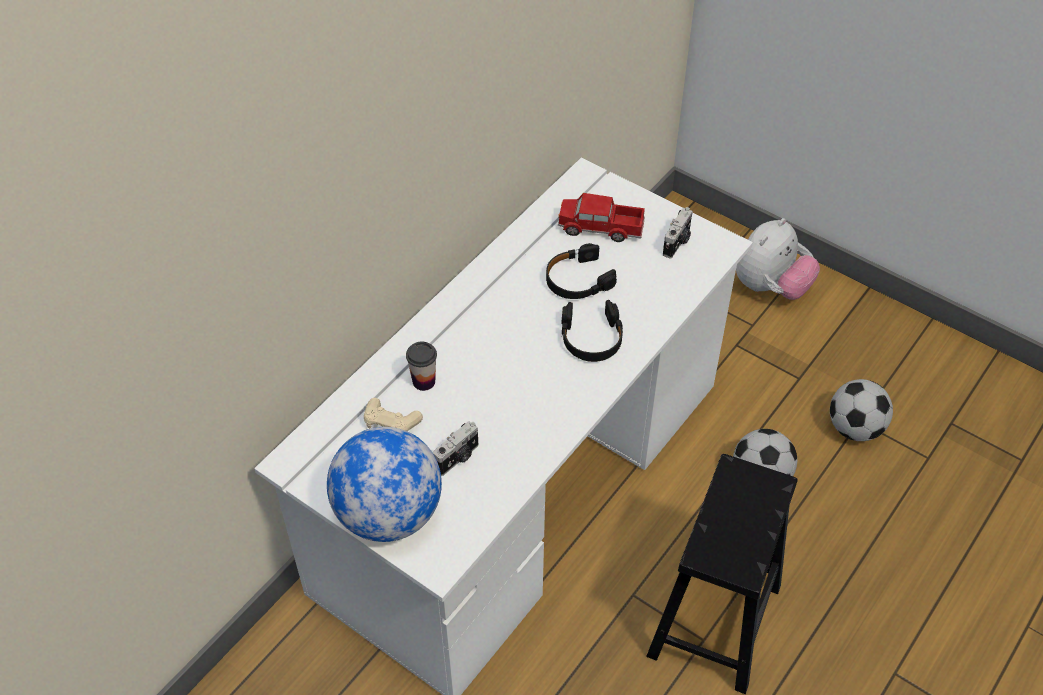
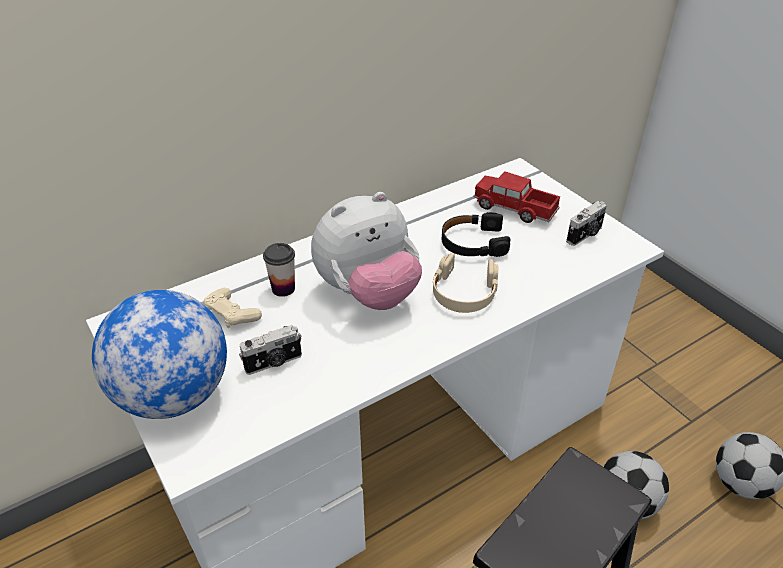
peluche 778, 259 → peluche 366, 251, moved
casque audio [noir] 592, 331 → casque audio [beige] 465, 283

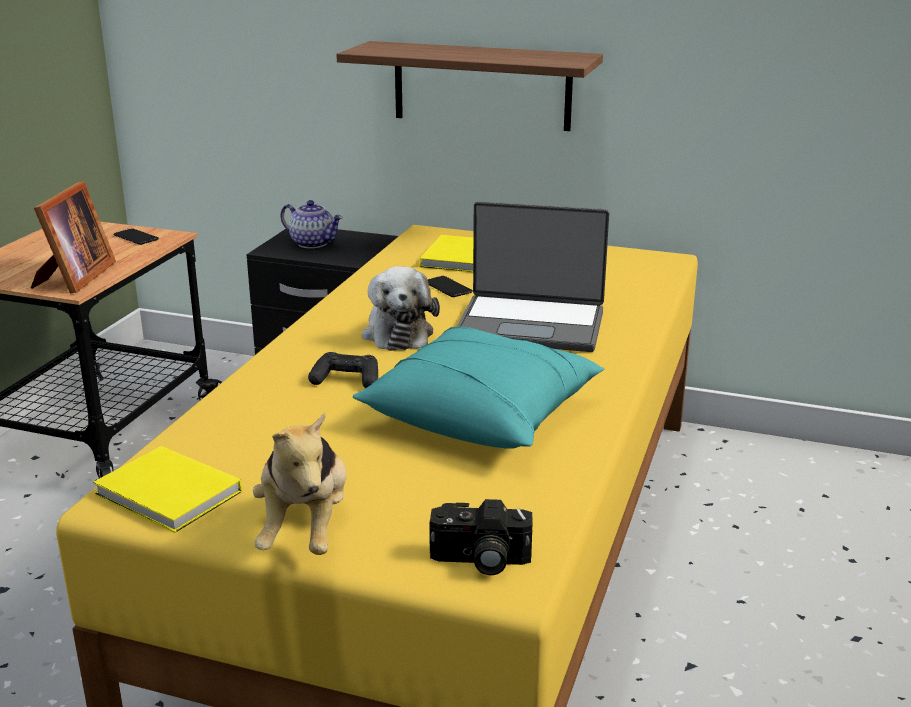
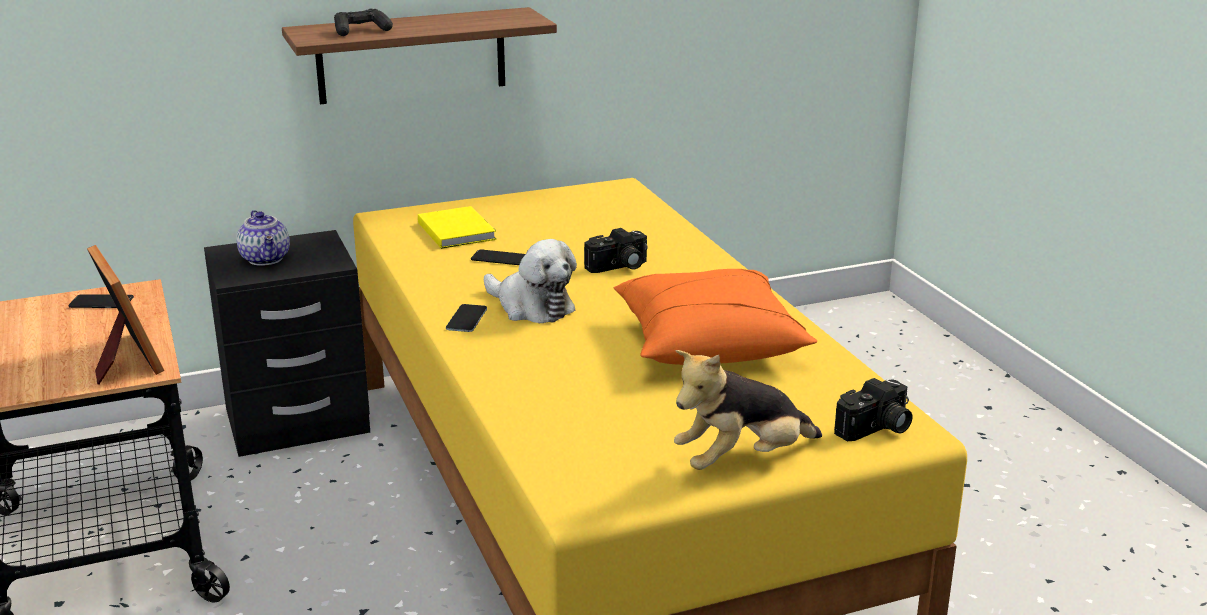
théière 311, 224 → théière 263, 238, 75 degrees clockwise
manette [noir] 343, 370 → manette [noir] 363, 22, moved
- → téléphone 466, 318
ordinateur portable 533, 276 → appareil photo 616, 250
coussin [turquoise] 479, 387 → coussin [orange] 715, 317
peluche 300, 483 → peluche 748, 410, 105 degrees clockwise
livre [jaune] 167, 489 → -

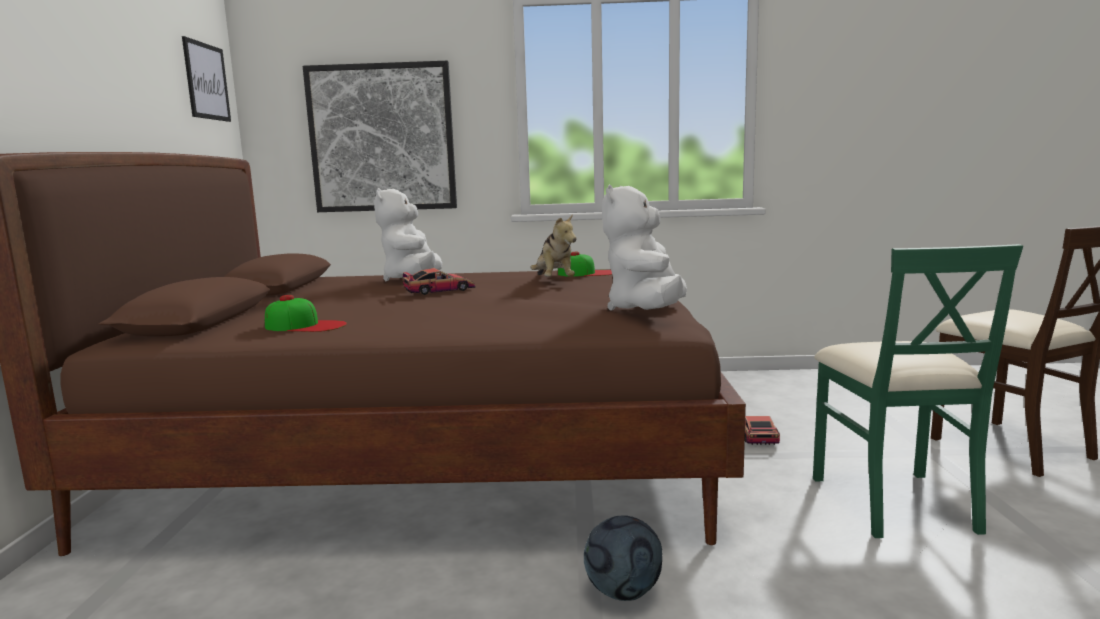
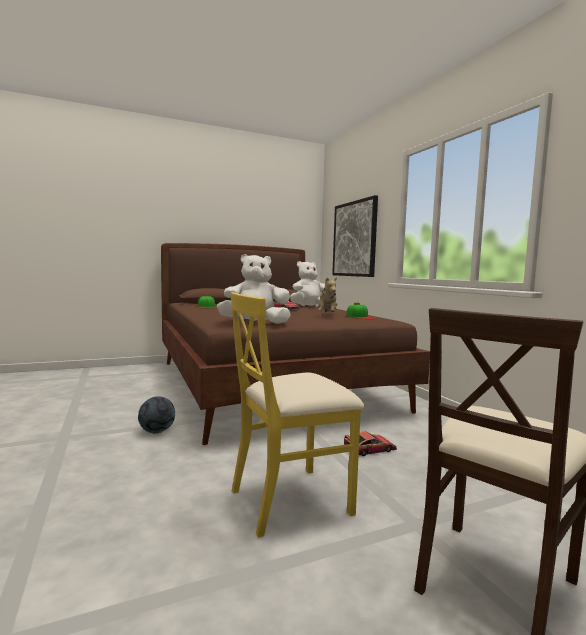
chaise [vert] 918, 391 → chaise [jaune] 297, 415
peluche 553, 245 → peluche 326, 295, 45 degrees counterclockwise
tableau 206, 79 → -

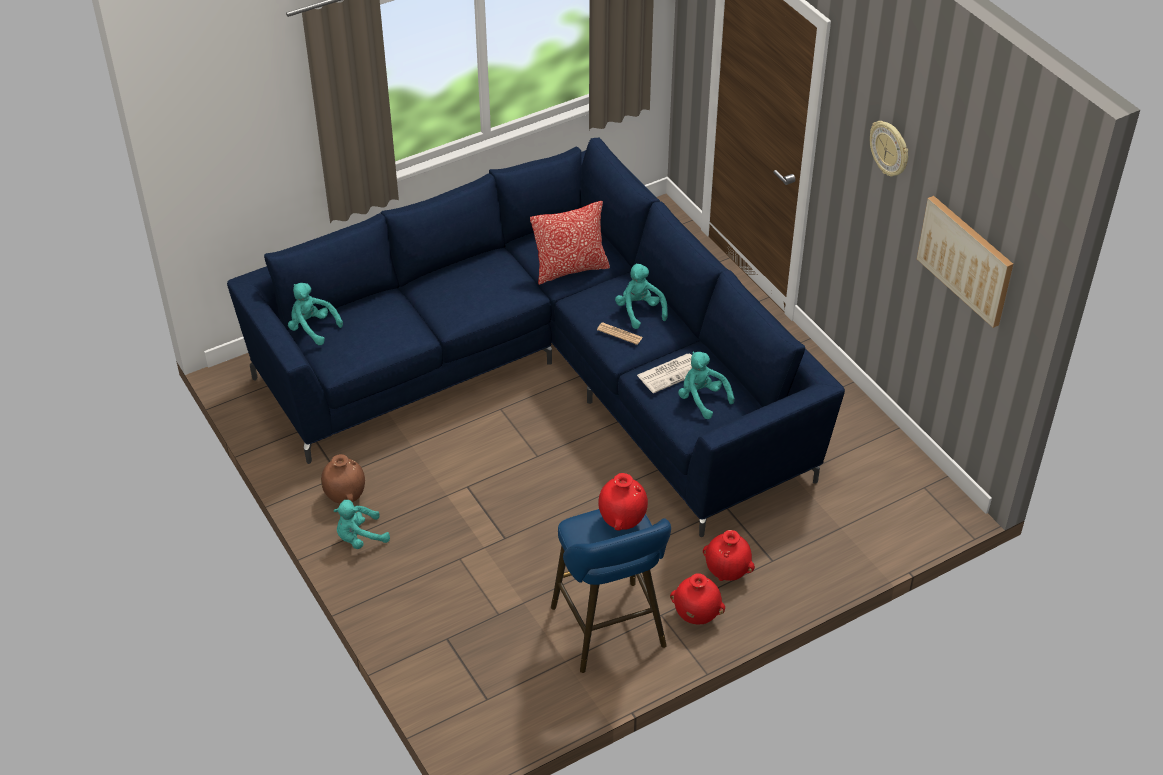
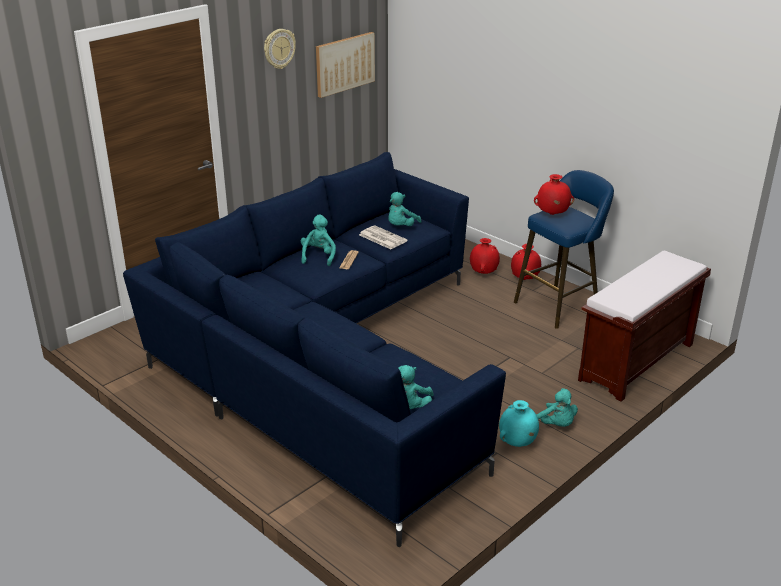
peluche [turquoise] 641, 296 → peluche [turquoise] 318, 240, 135 degrees clockwise
vase [marron] 343, 479 → vase [turquoise] 519, 423
- → banc [marron] 644, 326
coussin 570, 243 → -

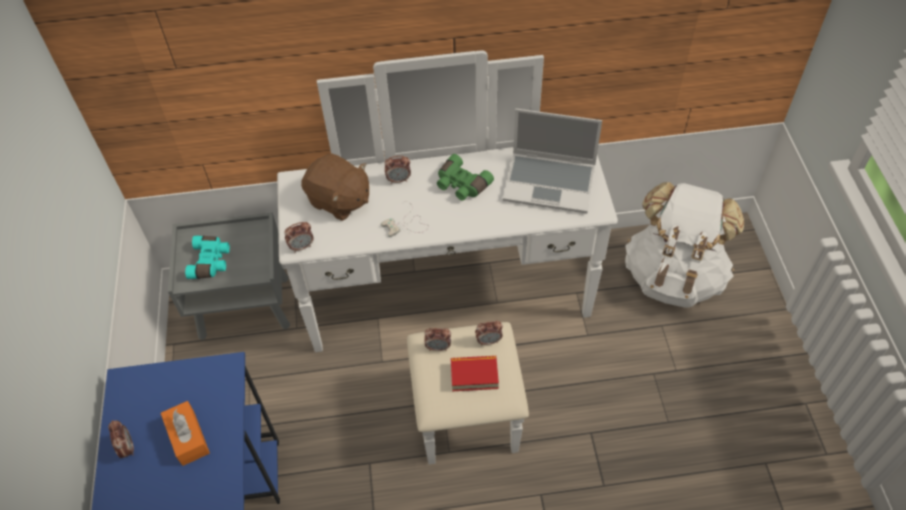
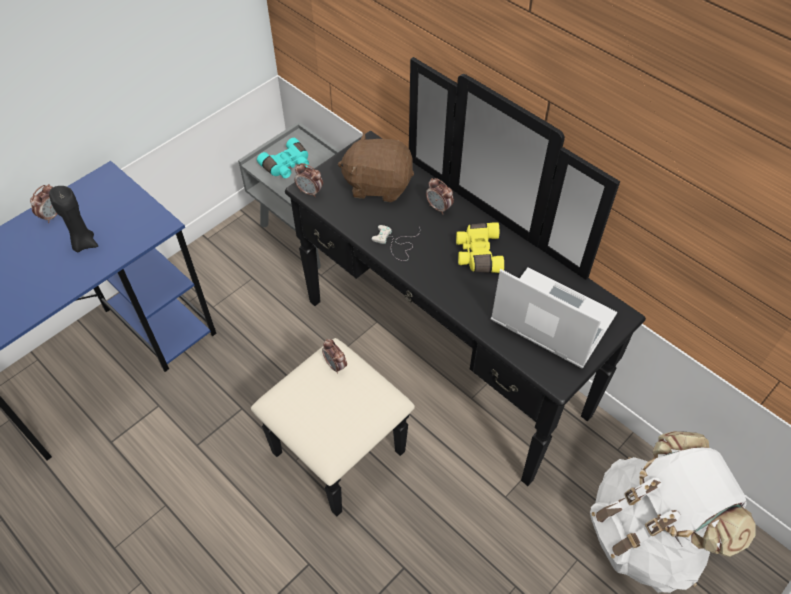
boîte à mouchoirs [orange] 185, 433 → bougie [noir] 73, 219
commode [blanc] 447, 257 → commode [noir] 448, 287
peluche [marron] 335, 187 → peluche [marron] 376, 167, 105 degrees clockwise
jumelles [vert] 465, 177 → jumelles [jaune] 480, 247
ordinateur portable 552, 161 → ordinateur portable 554, 318, 150 degrees clockwise
livre 475, 373 → -
réveil 489, 333 → -

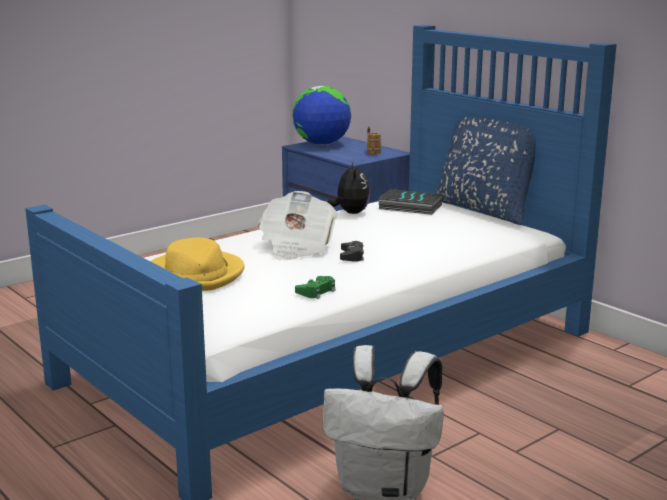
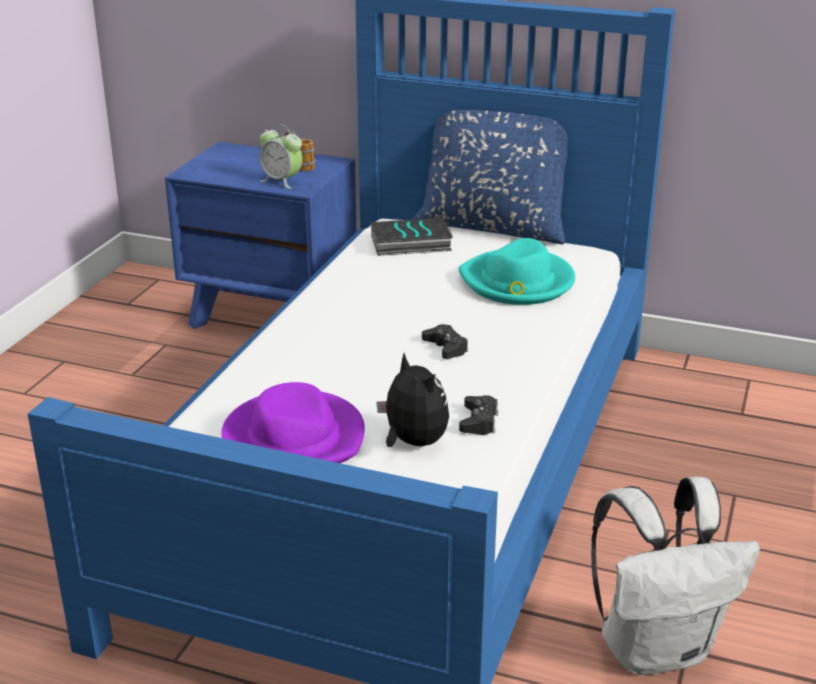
chapeau [jaune] 197, 264 → chapeau [violet] 293, 422
- → réveil 280, 156
peluche 349, 187 → peluche 413, 400, moved
- → chapeau [turquoise] 517, 271
manette [vert] 315, 287 → manette [noir] 478, 415
journal 298, 225 → -
globe 322, 115 → -

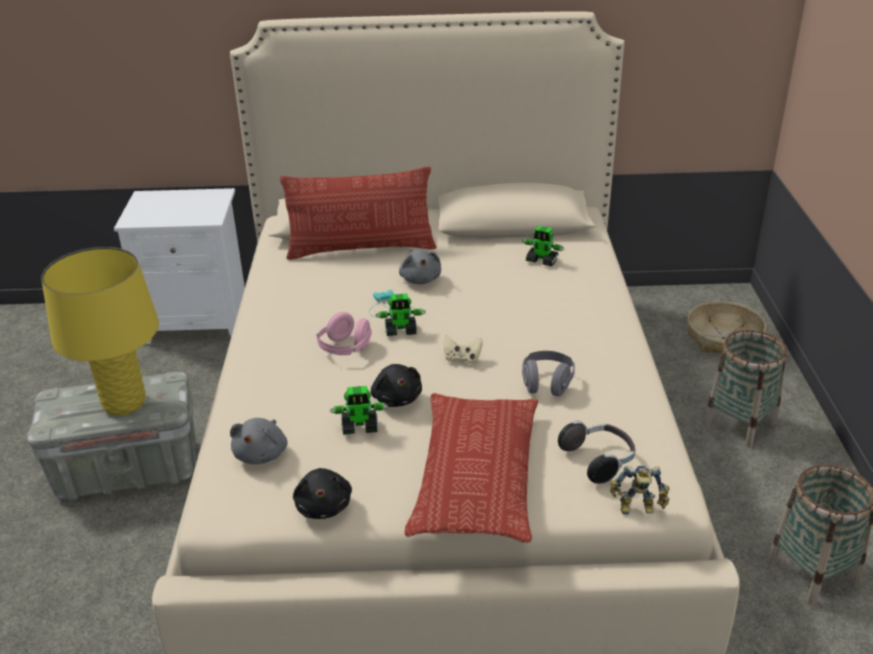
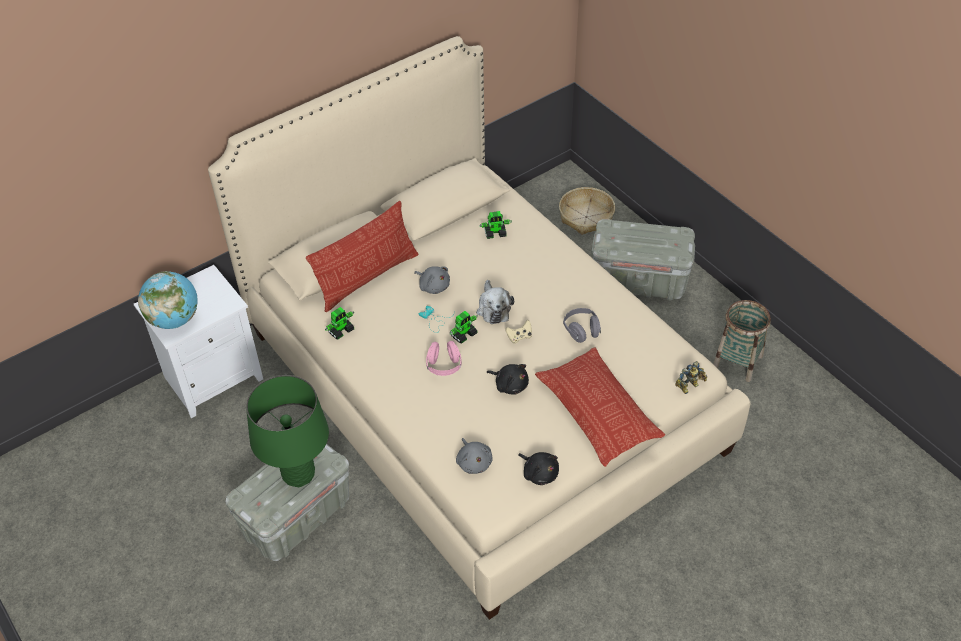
- → globe 168, 300
lampe de table [jaune] 100, 331 → lampe de table [vert] 287, 431
robot jouet 359, 410 → robot jouet 339, 323, moved
- → peluche 495, 302
panier 745, 388 → boîte de rangement [gris] 643, 259
casque audio 597, 452 → -

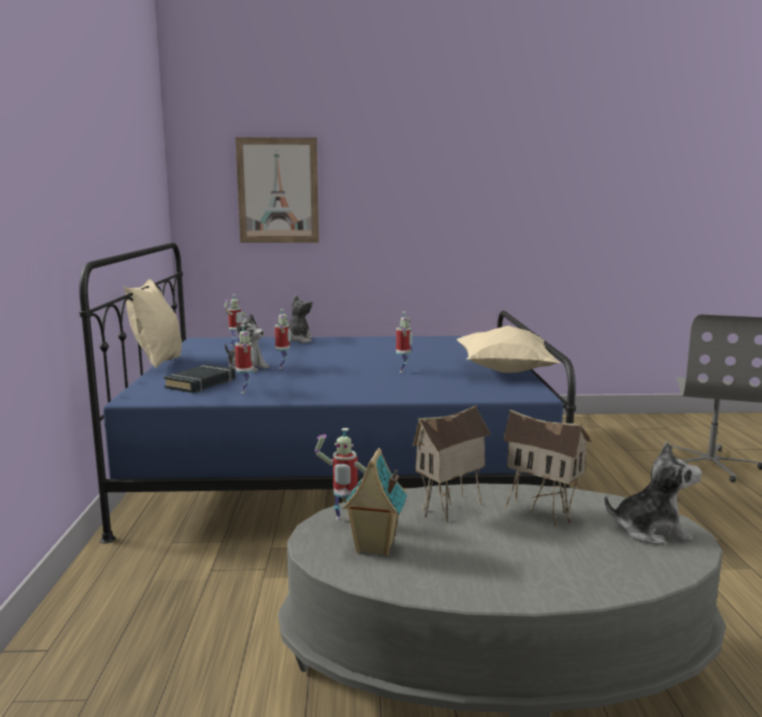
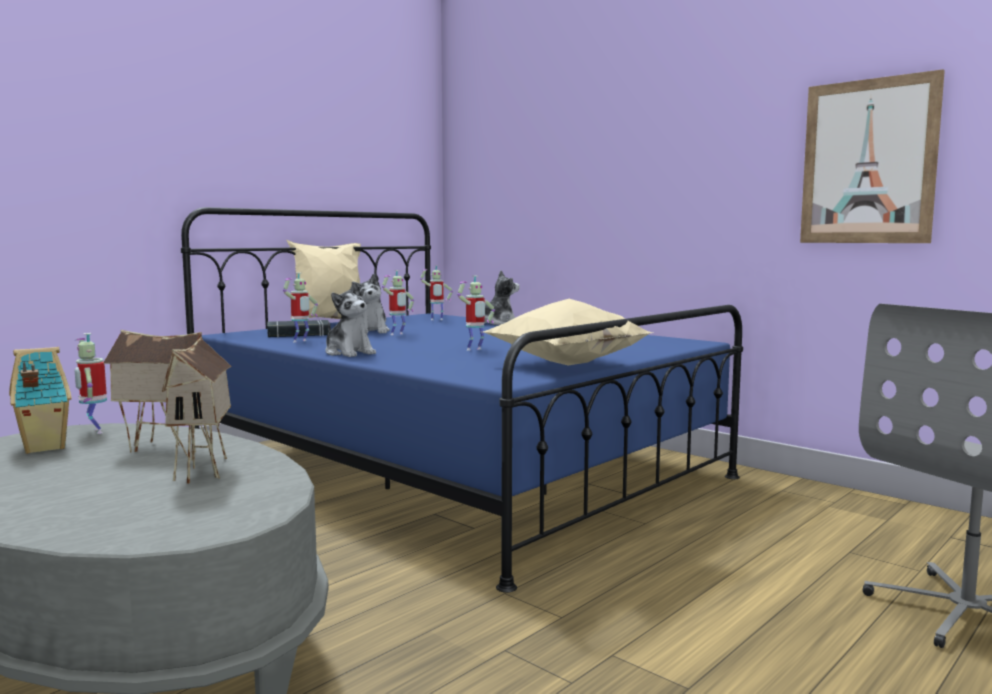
peluche 653, 493 → peluche 350, 319, moved
tableau 277, 190 → tableau 872, 156, moved

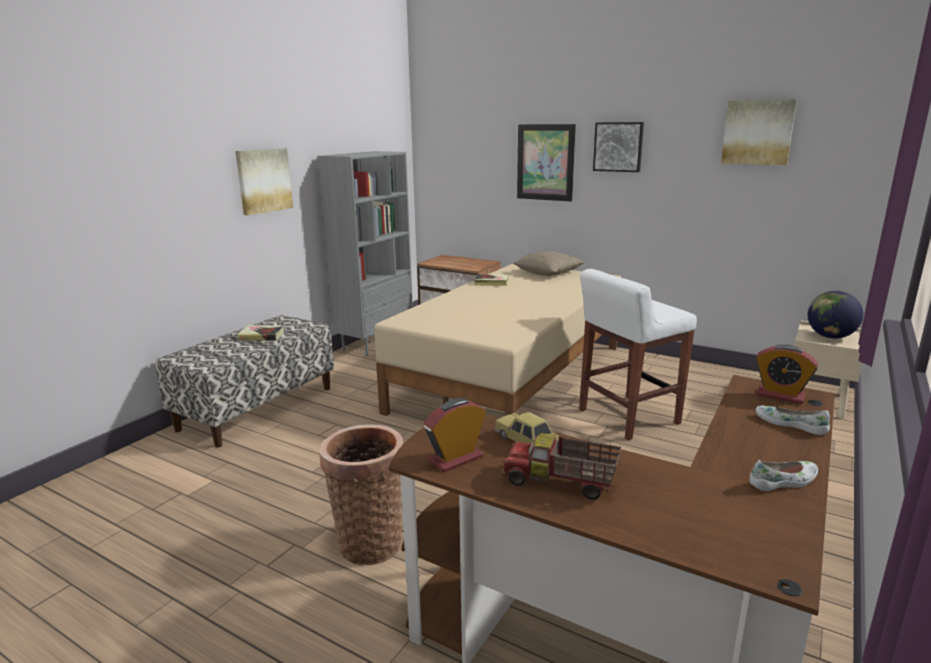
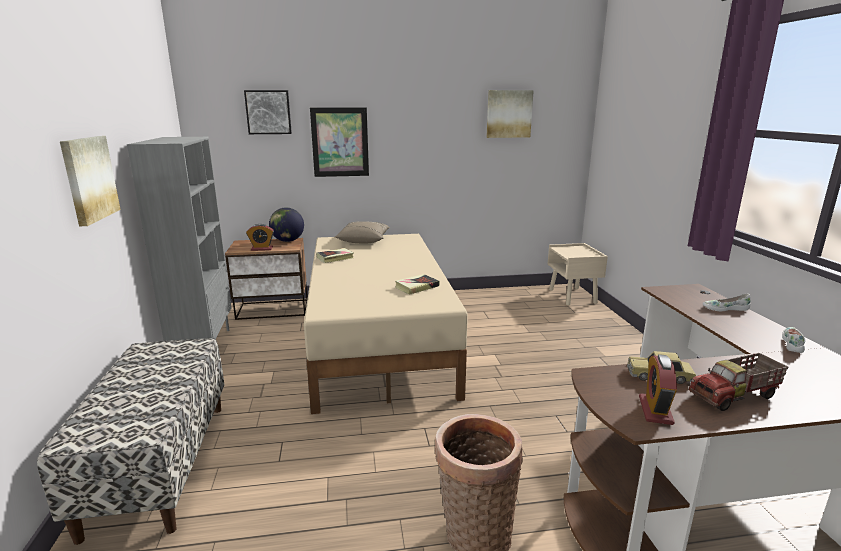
tableau 618, 147 → tableau 268, 112, moved
réveil 787, 374 → réveil 260, 237, moved
globe 835, 315 → globe 286, 225, moved
livre 260, 333 → livre 417, 284, moved
tabouret [blanc] 638, 354 → -

